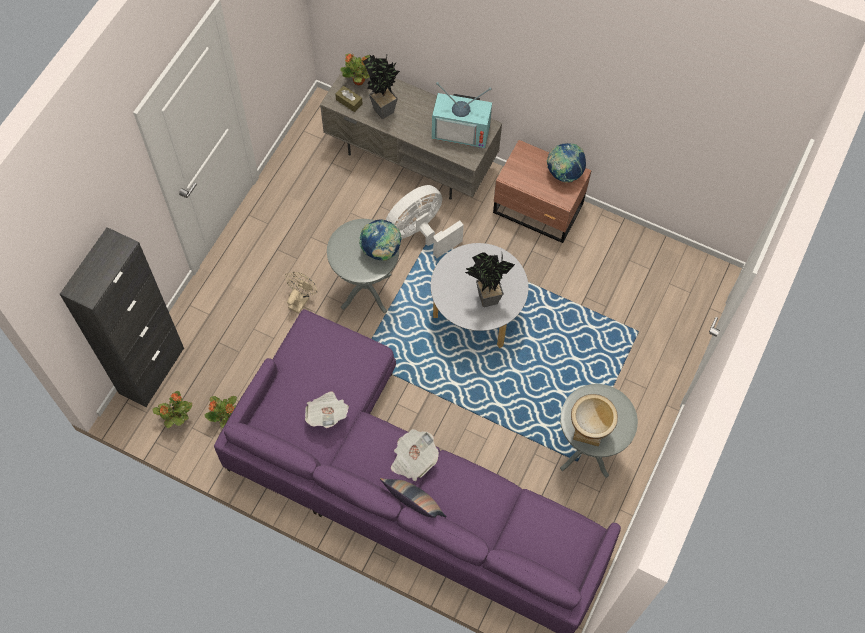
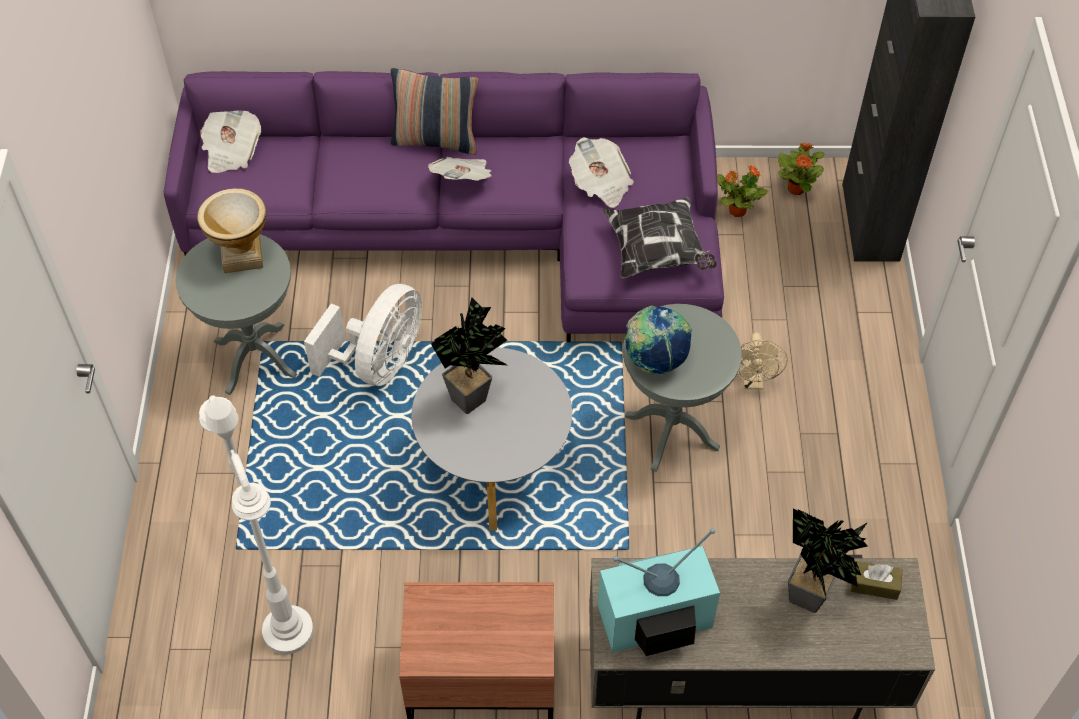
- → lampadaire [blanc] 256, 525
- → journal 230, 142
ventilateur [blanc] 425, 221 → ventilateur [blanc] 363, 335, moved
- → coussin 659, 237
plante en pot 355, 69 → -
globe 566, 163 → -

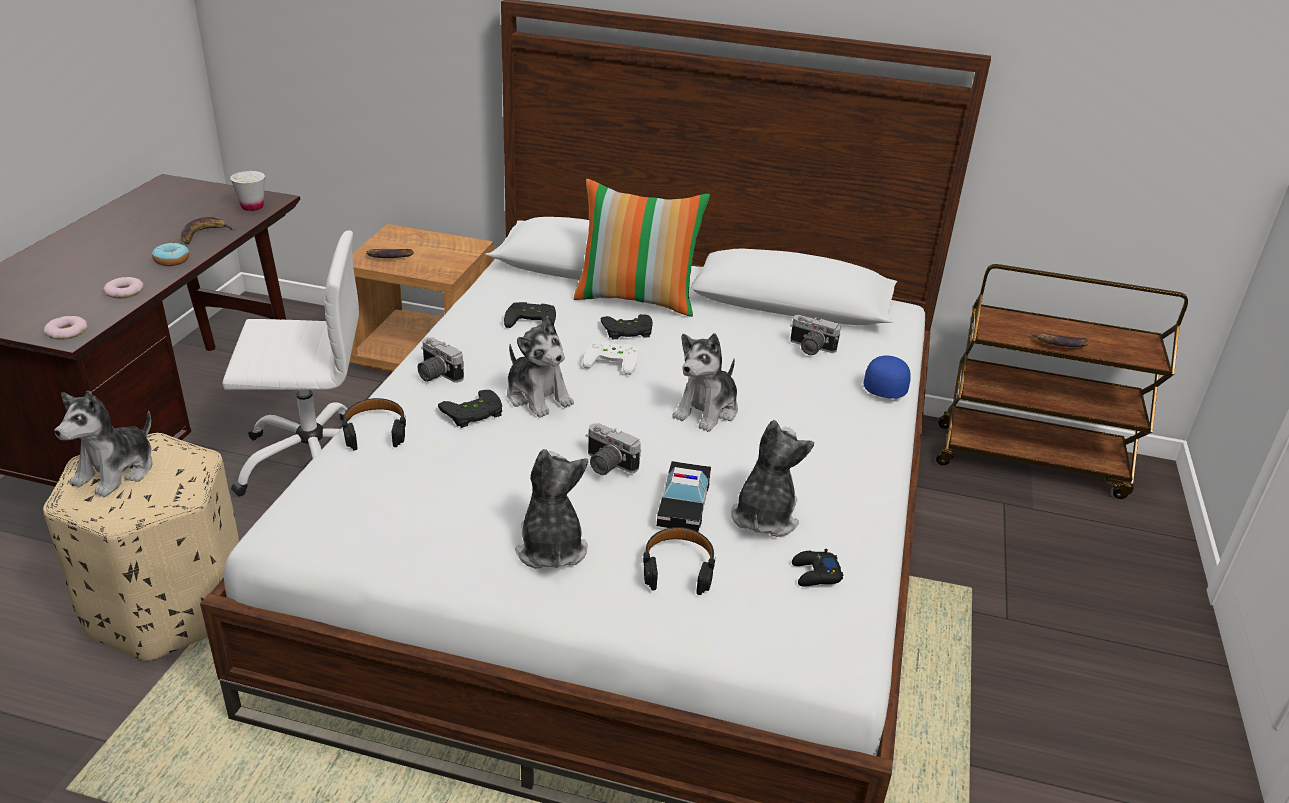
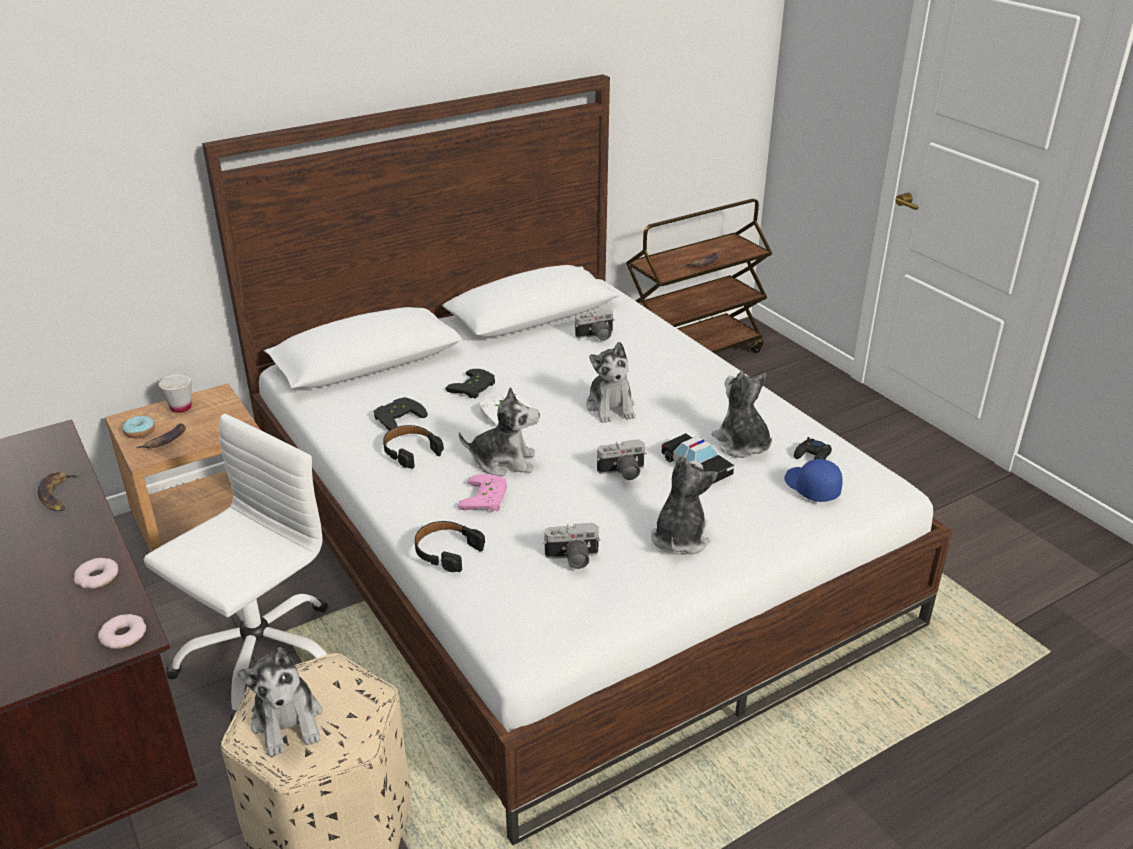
beignet 170, 254 → beignet 138, 426, moved
tasse [blanc] 247, 191 → tasse [blanc] 175, 393, moved
casque audio [noir] 679, 561 → casque audio [noir] 413, 447, moved
manette [noir] 470, 409 → manette [rose] 482, 493
appareil photo 440, 360 → appareil photo 572, 546, moved
peluche 551, 509 → peluche 684, 505, 75 degrees clockwise
casquette [bleu] 887, 377 → casquette [bleu] 813, 480, moved
coussin 642, 248 → -

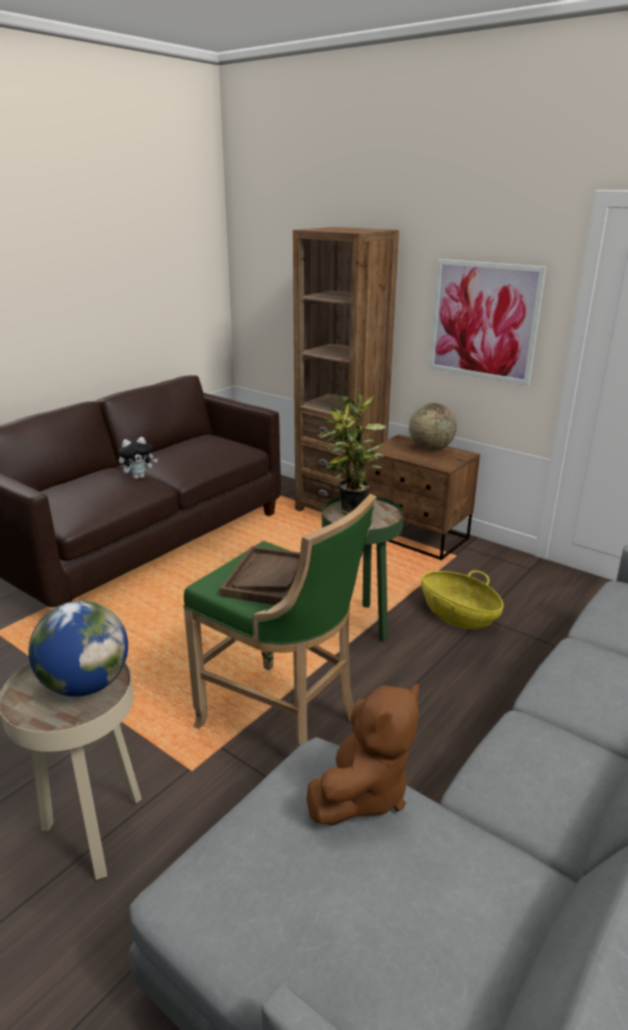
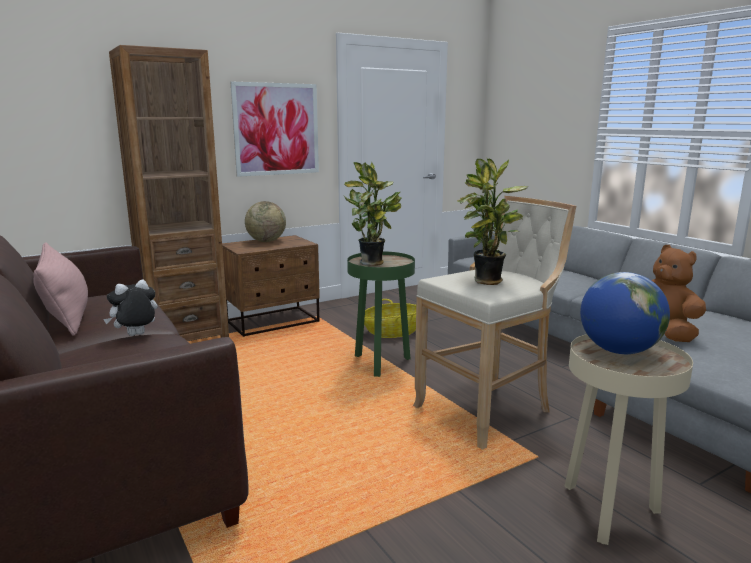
- → coussin [rose] 60, 289
peluche 138, 458 → peluche 130, 308, 120 degrees counterclockwise
tabouret [vert] 280, 620 → tabouret [beige] 494, 323
plateau [marron] 260, 575 → plante en pot 492, 221

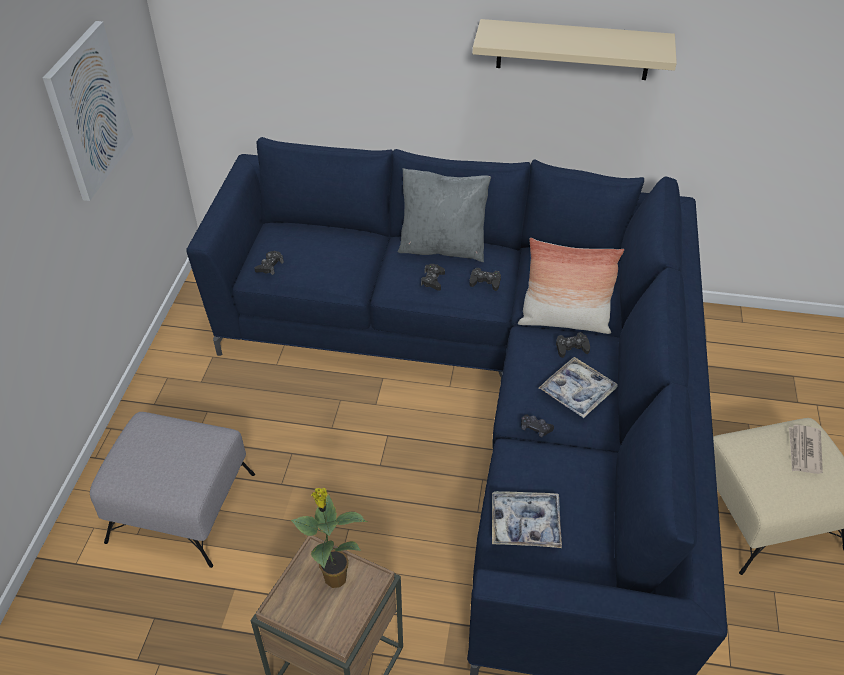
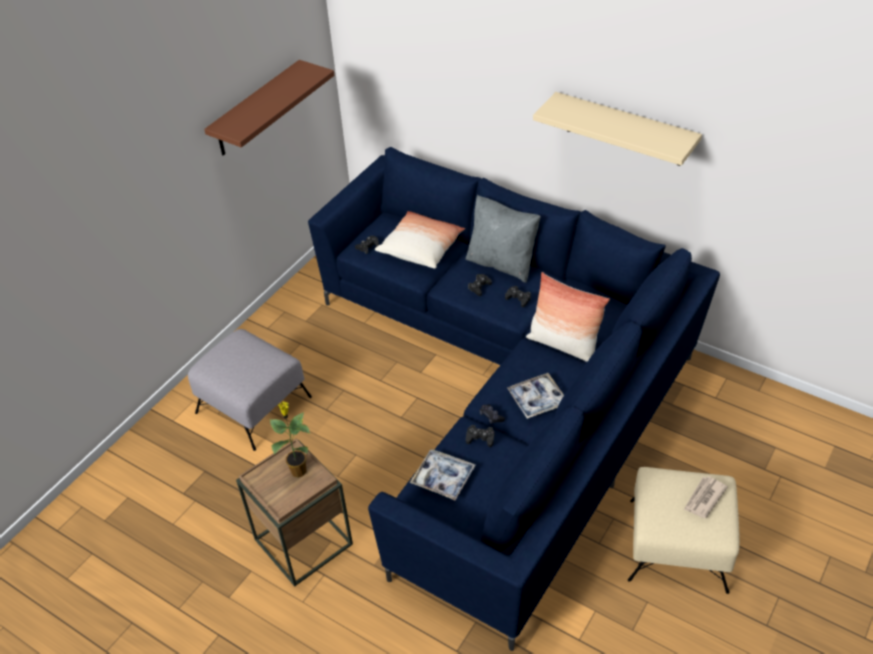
tableau 88, 111 → étagère [marron] 269, 107
- → coussin 420, 239
manette [noir] 573, 345 → manette [noir] 480, 436, moved

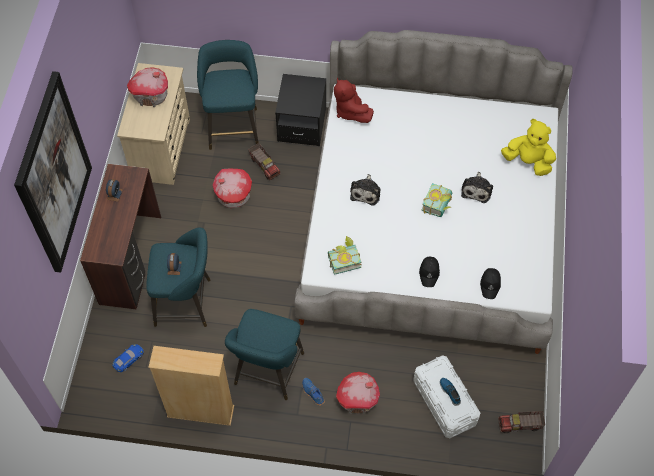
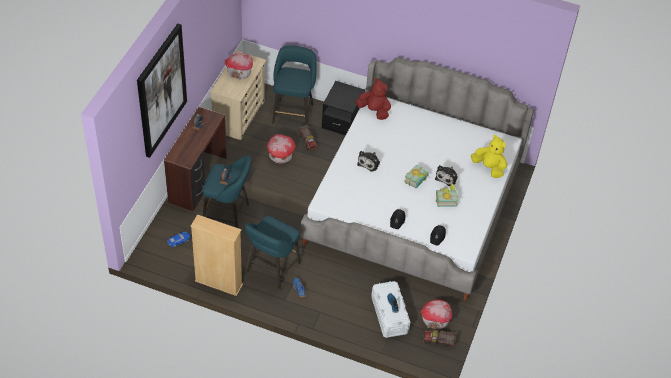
peluche [rouge] 354, 100 → peluche [rouge] 373, 99, 135 degrees clockwise
maison miniature 358, 393 → maison miniature 436, 314, moved
livre 345, 255 → livre 447, 195, moved

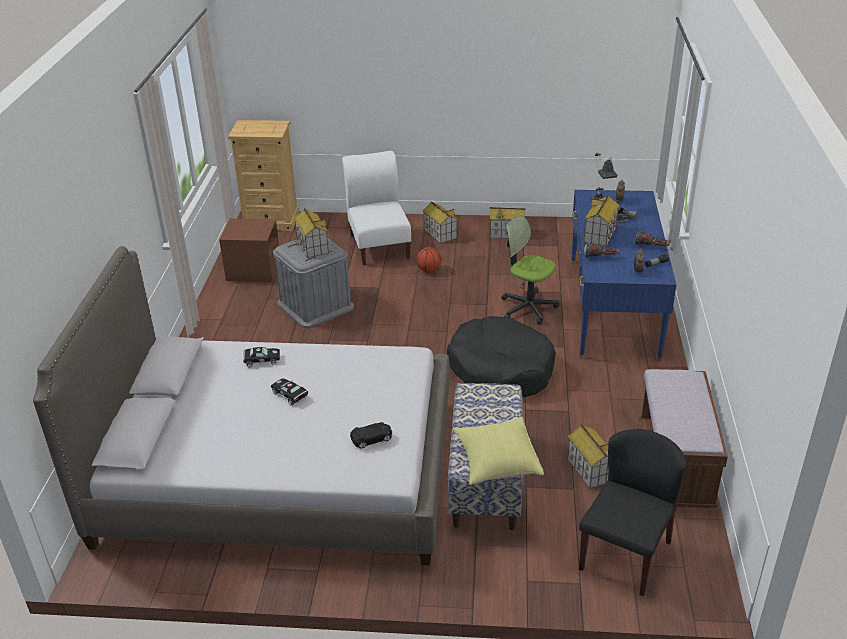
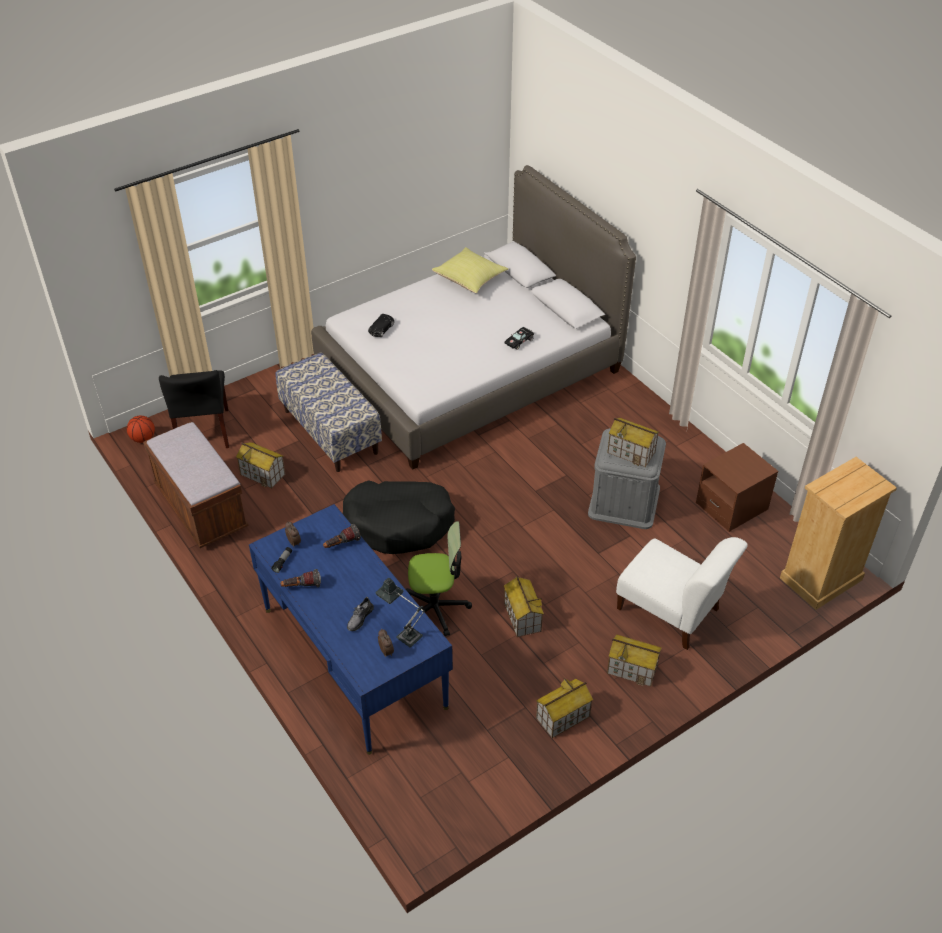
ballon de basket 429, 260 → ballon de basket 141, 429, moved
coussin [jaune] 498, 451 → coussin [jaune] 470, 270, moved
maison miniature 602, 220 → maison miniature 524, 606, moved
petite voiture [noir] 289, 392 → -

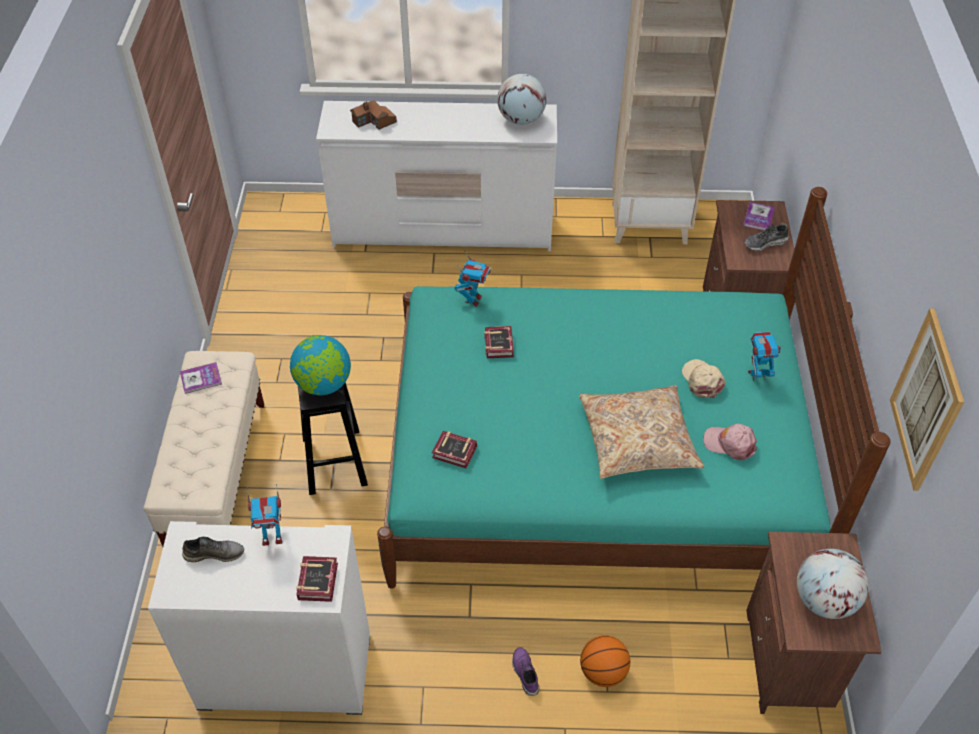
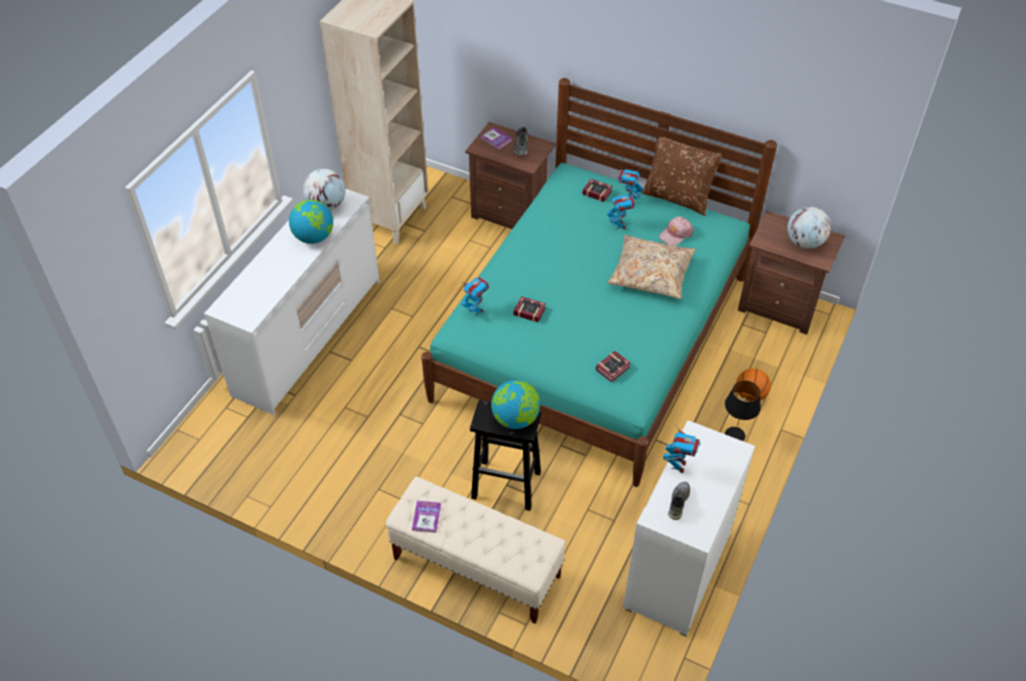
- → globe 311, 222
livre 317, 579 → livre 597, 190, moved
casquette [beige] 704, 378 → robot jouet 621, 210
- → coussin [marron] 681, 176
chaussure [violet] 526, 671 → lampe de table [noir] 743, 411
maison miniature 373, 115 → -
tableau 927, 399 → -

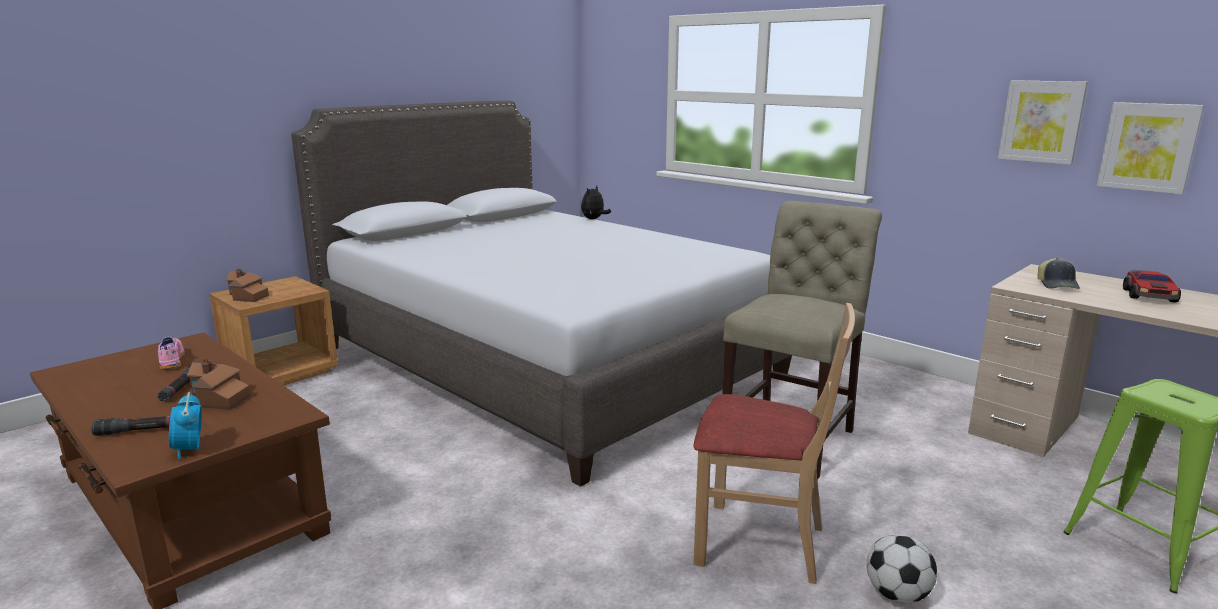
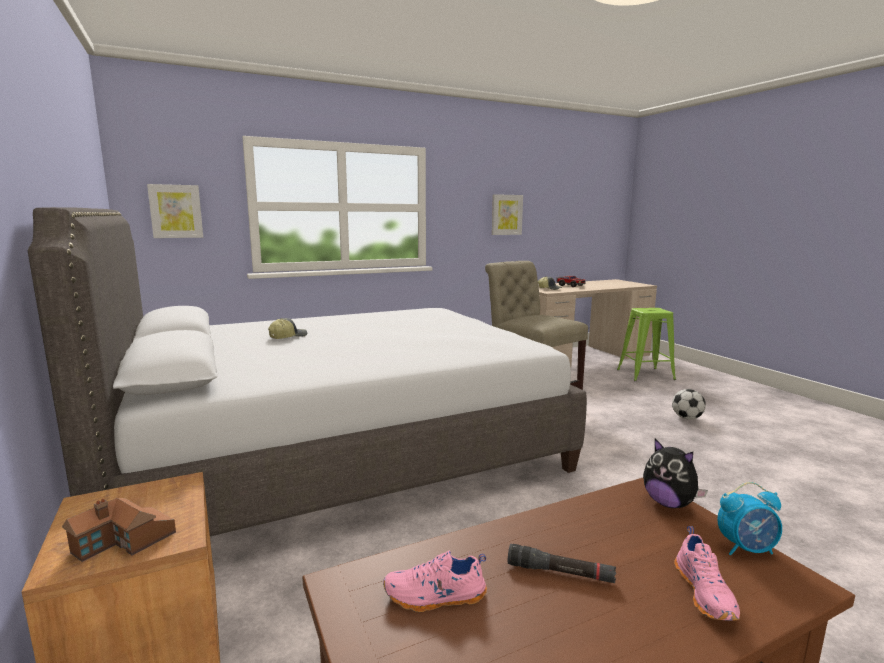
tableau 1150, 148 → tableau 175, 211, moved
- → casquette 287, 328
peluche 596, 202 → peluche 675, 473, moved
lampe de poche [noir] 130, 426 → chaussure [rose] 707, 573
maison miniature 218, 384 → -
chaise [beige] 774, 443 → -

